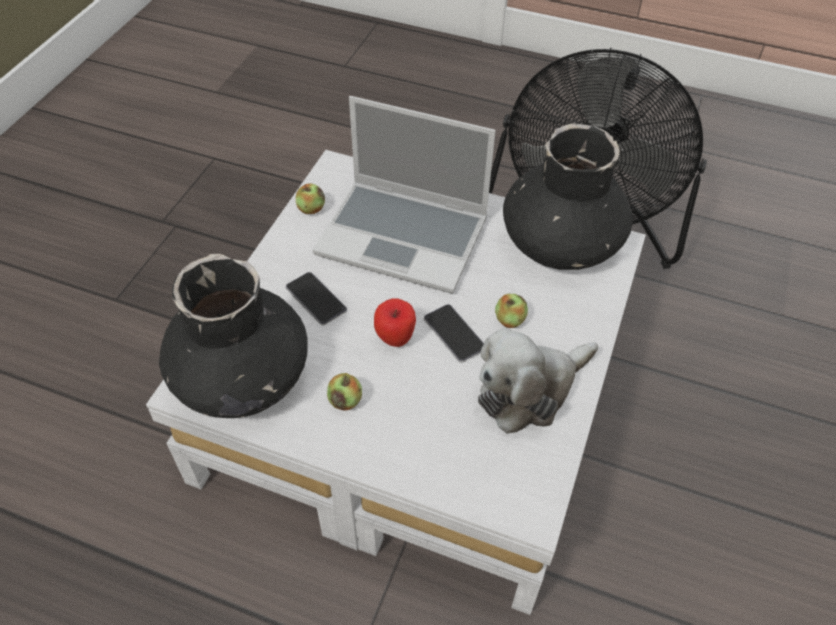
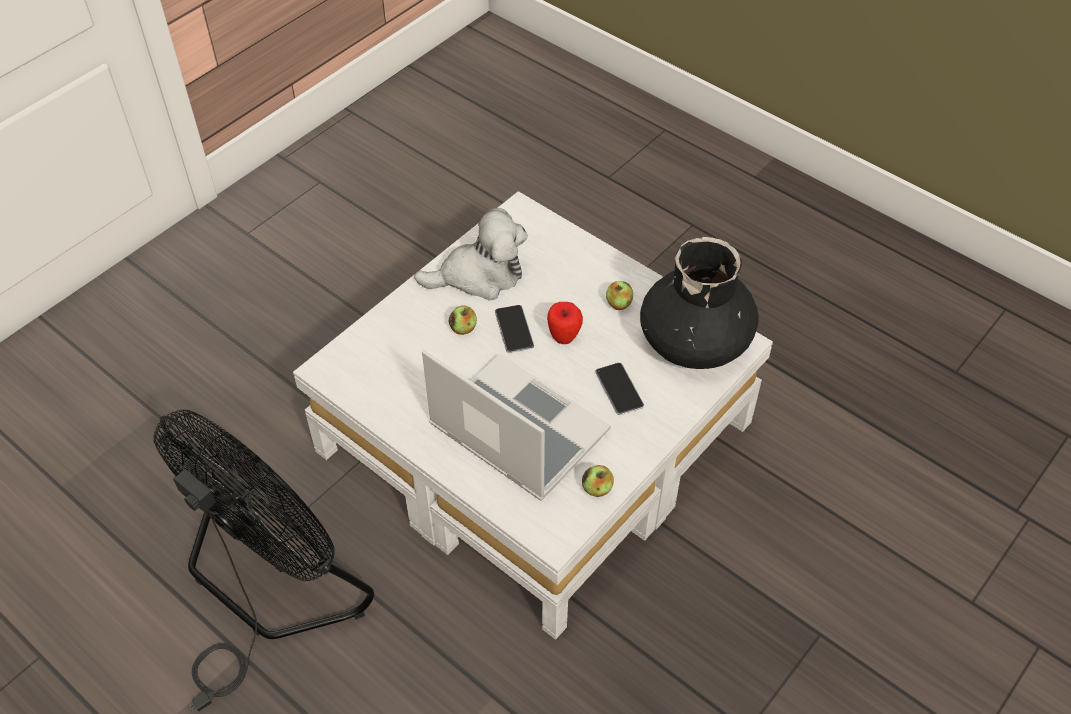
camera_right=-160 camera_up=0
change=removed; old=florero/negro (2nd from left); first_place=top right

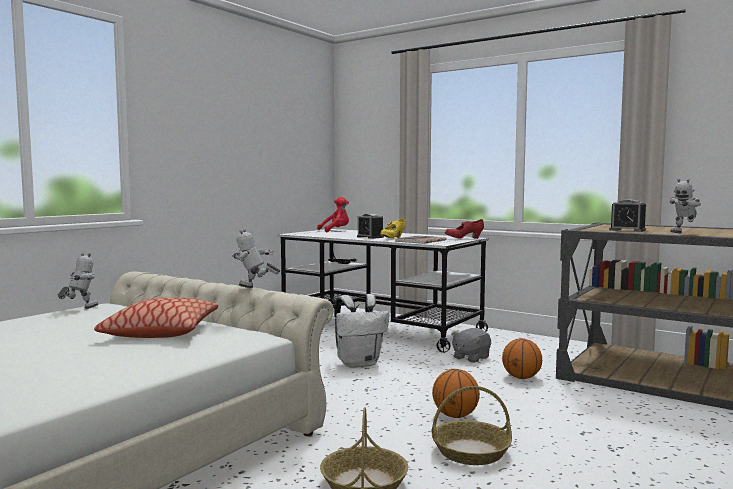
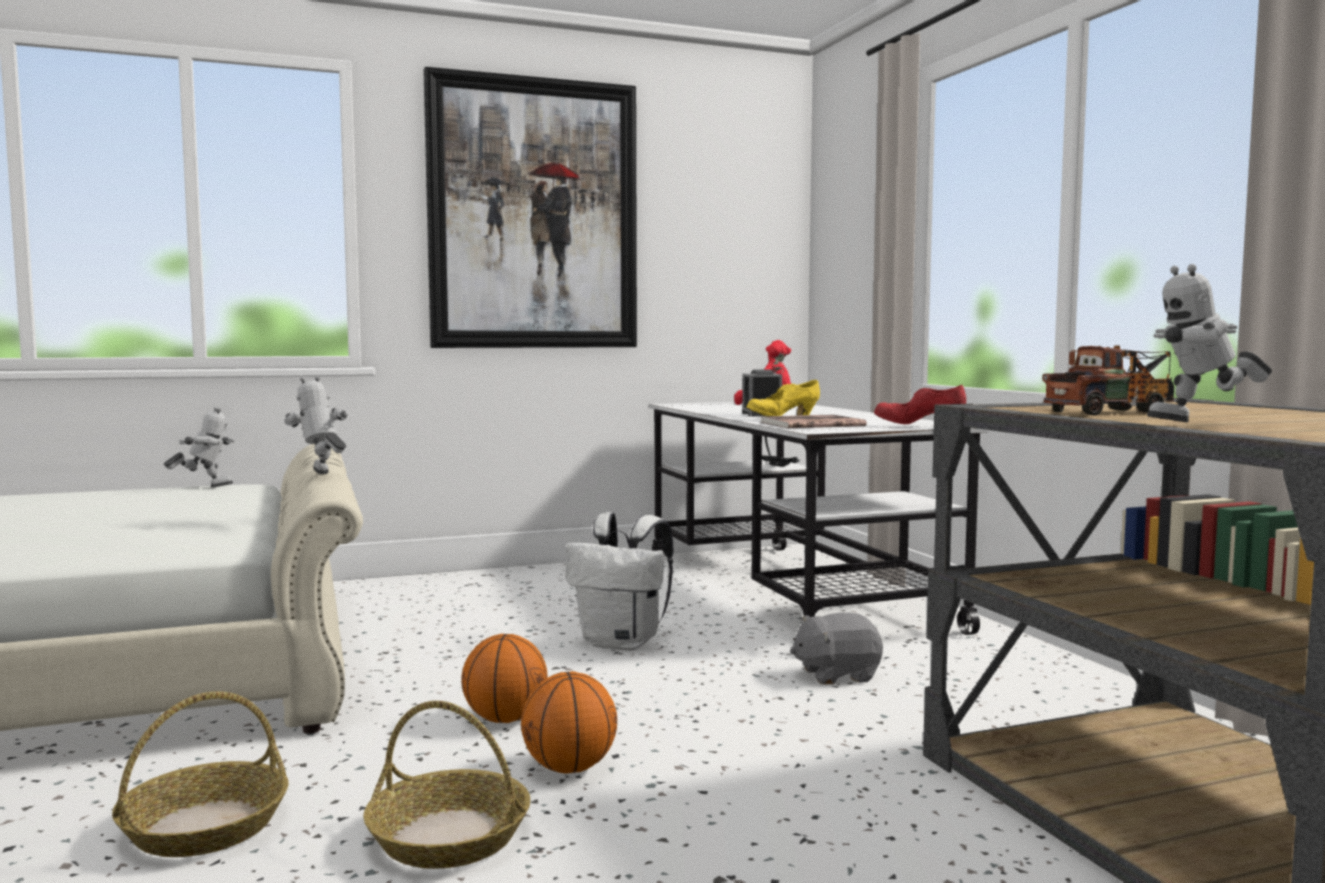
camera_right=35 camera_up=0
change=removed; old=cojín; first_place=middle left
change=added; new=cuadro; second_place=top centre
change=moved; old=balón de baloncesto (2nd from left in the first image); new=balón de baloncesto (1st from left); first_place=bottom right; second_place=bottom centre
change=replaced; old=despertador (2nd from left); new=camión de juguete; first_place=middle right; second_place=middle right

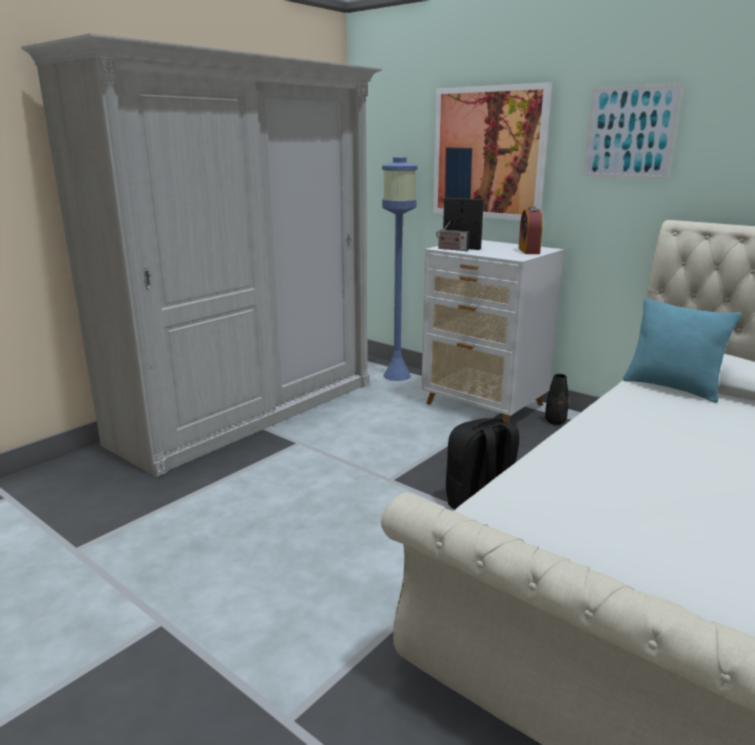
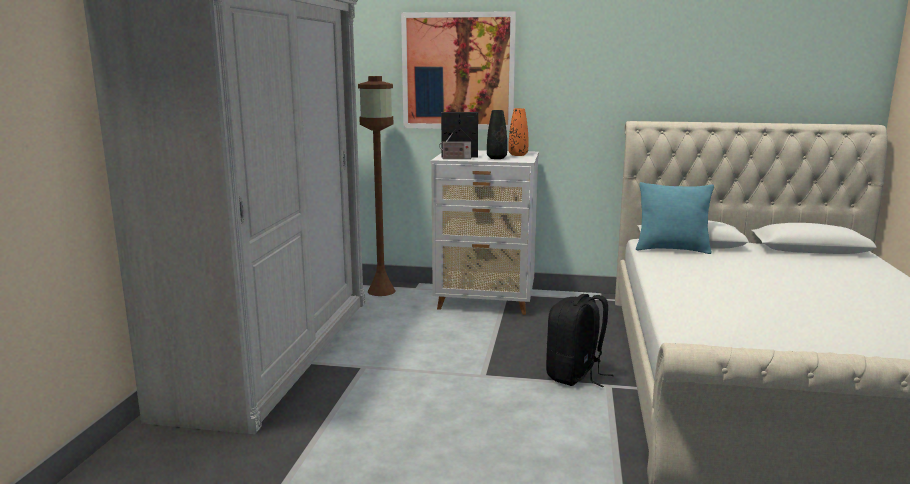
camera_right=-30 camera_up=-5
change=removed; old=cuadro (2nd from left); first_place=top right
change=moved; old=florero/negro; first_place=middle right; second_place=top centre
change=replaced; old=despertador; new=florero/naranja; first_place=top right; second_place=top centre
change=recoloured; old=lámpara de pie/azul; new=lámpara de pie/marrón; first_place=centre; second_place=centre

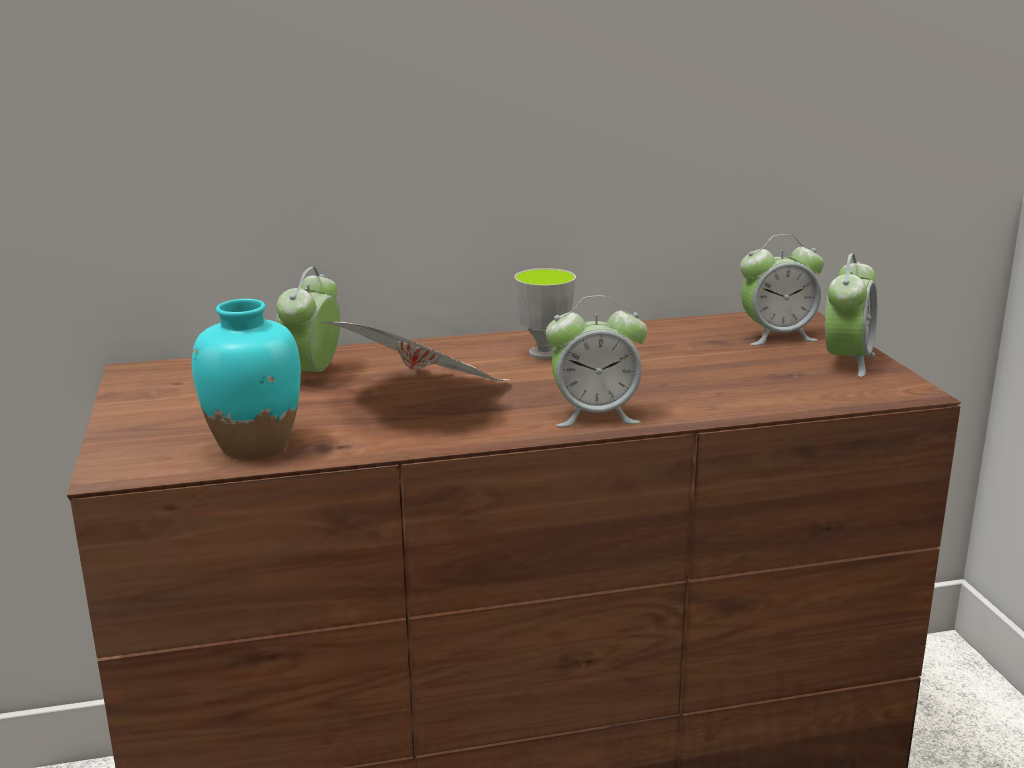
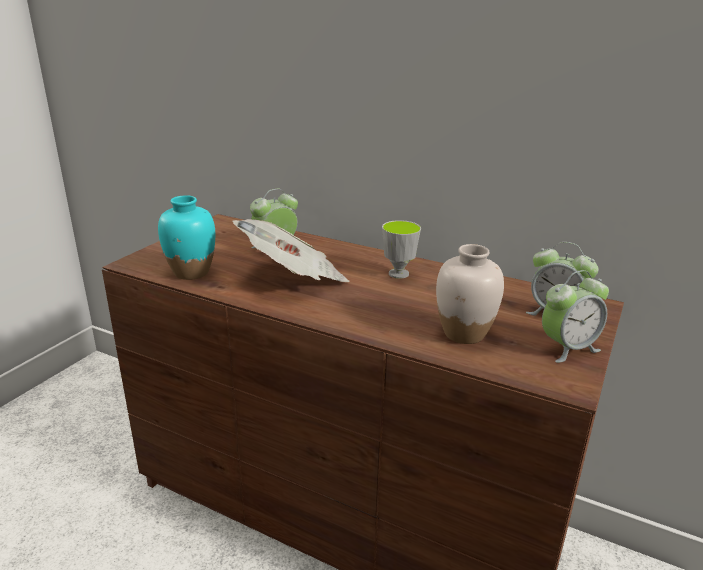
camera_right=40 camera_up=5
change=removed; old=despertador (2nd from left); first_place=centre
change=added; new=florero/blanco; second_place=middle right

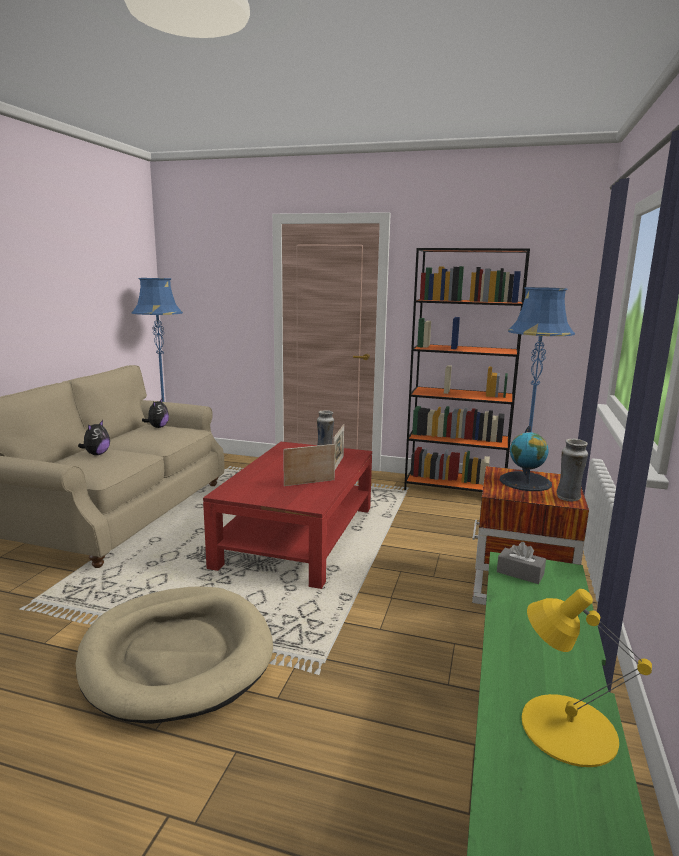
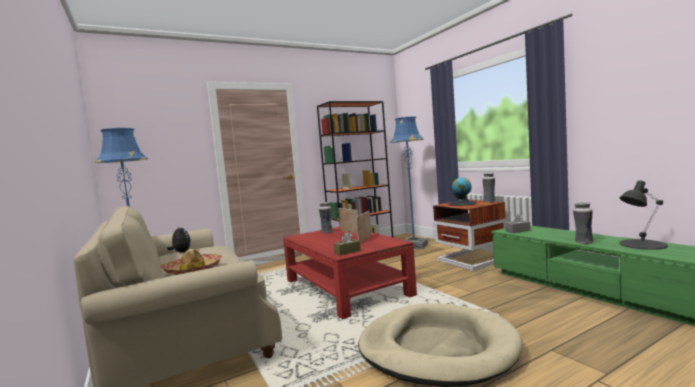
camera_right=-45 camera_up=-10
change=added; new=caja de pañuelos/marrón; second_place=centre
change=added; new=florero (3rd from left); second_place=middle right
change=replaced; old=peluche (1st from left); new=sombrero; first_place=middle left; second_place=bottom left
change=recoloured; old=lámpara de mesa/amarillo; new=lámpara de mesa/negro; first_place=bottom right; second_place=middle right

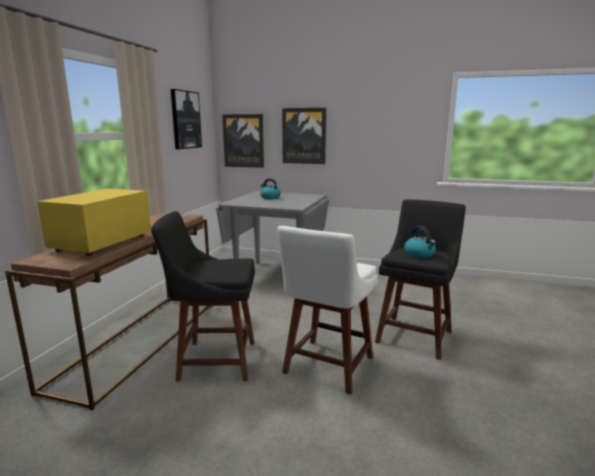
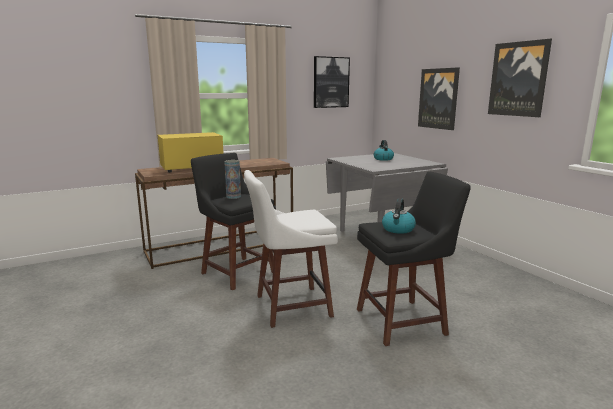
camera_right=45 camera_up=0
change=added; new=florero; second_place=centre
change=moved; old=cuadro (2nd from left in the first image); new=cuadro (3rd from left); first_place=top centre; second_place=top right

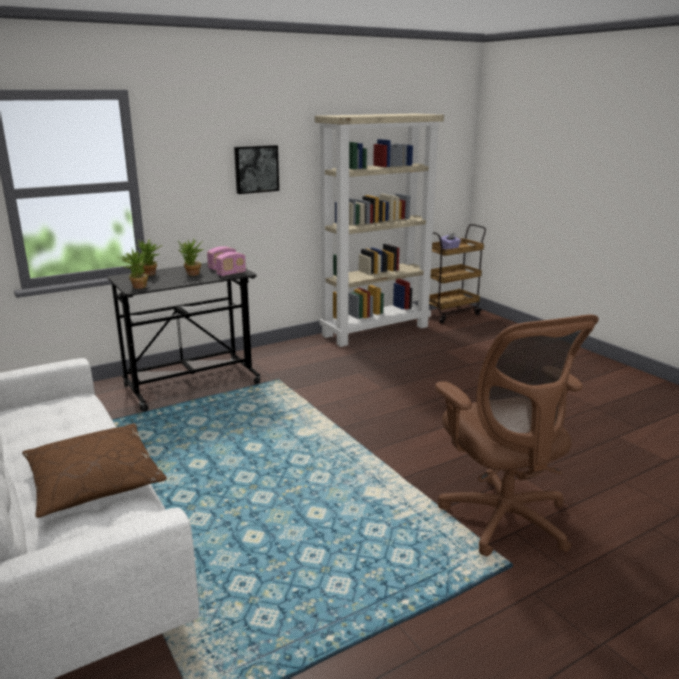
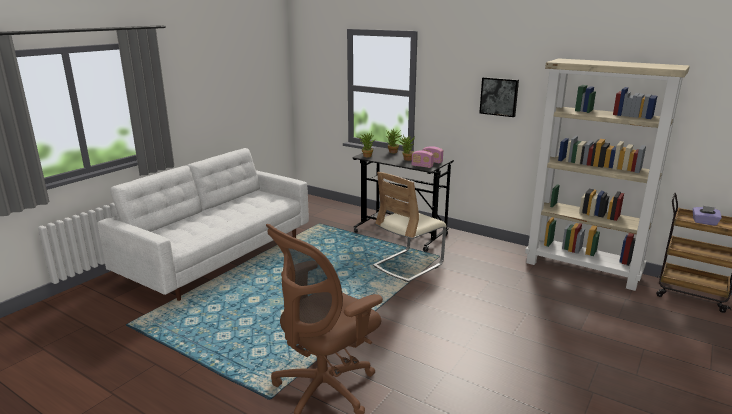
camera_right=65 camera_up=0
change=removed; old=cojín/marrón; first_place=bottom left
change=added; new=silla/beis; second_place=centre

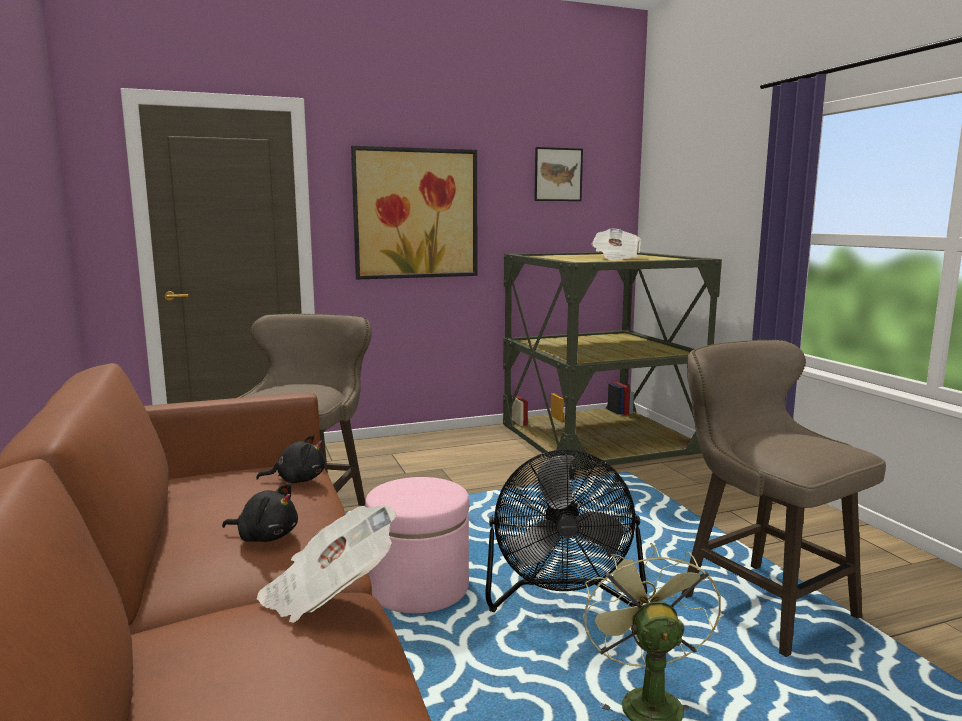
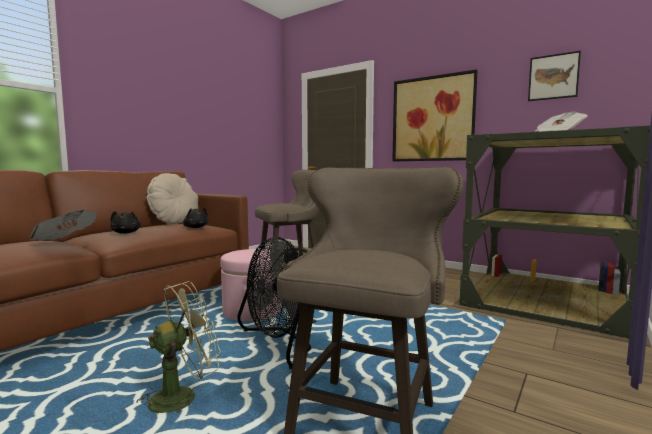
camera_right=55 camera_up=-5
change=added; new=cojín/beis; second_place=middle left

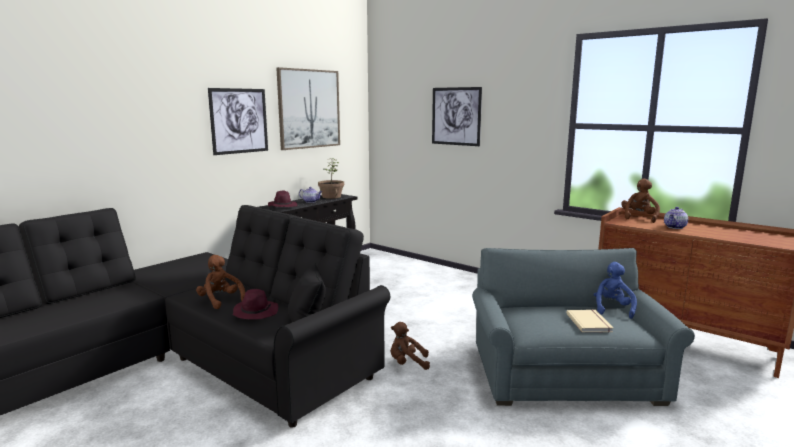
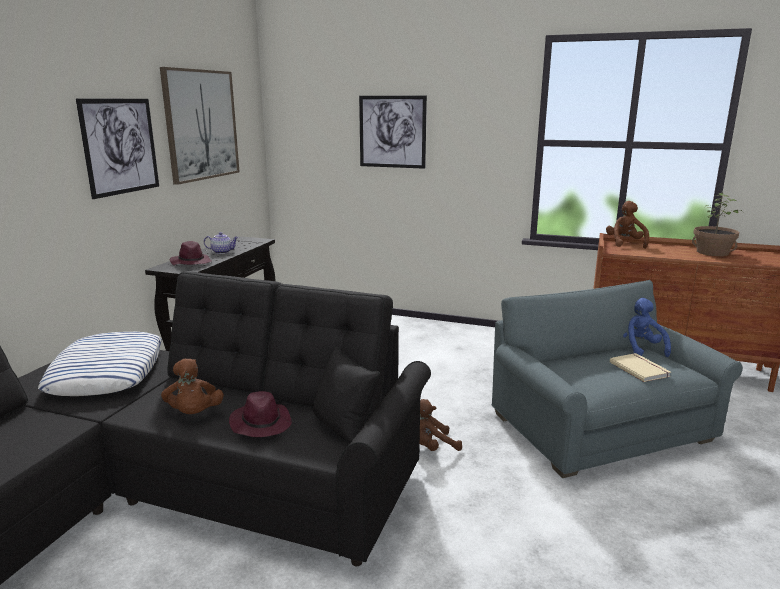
camera_right=-20 camera_up=5
change=removed; old=tetera (2nd from left); first_place=middle right
change=added; new=cojín; second_place=middle left
change=moved; old=planta en maceta; first_place=centre; second_place=middle right
change=turned; old=peluche/marrón (1st from left); first_place=middle left; second_place=middle left; degrees=-135

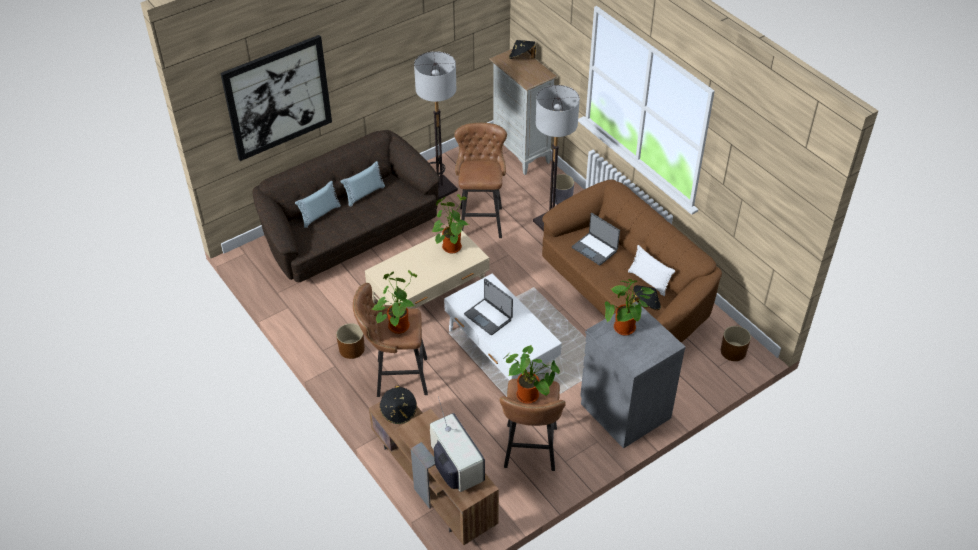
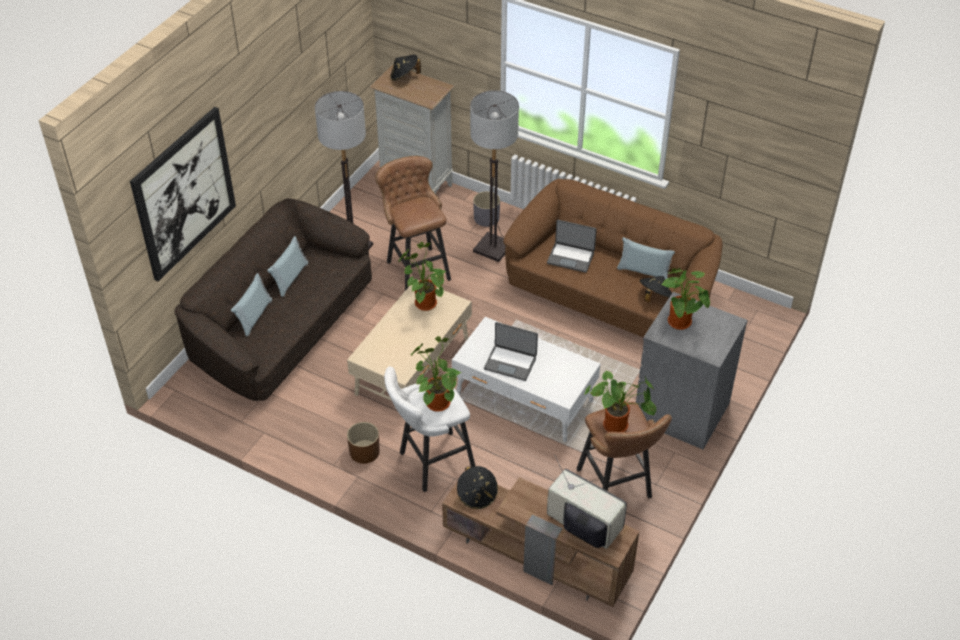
camera_right=-25 camera_up=0
change=removed; old=maceta/marrón (2nd from left); first_place=middle right
change=recoloured; old=taburete/marrón (1st from left); new=taburete/blanco; first_place=centre; second_place=bottom centre
change=recoloured; old=cojín/blanco; new=cojín/azul (3rd from left); first_place=centre; second_place=middle right

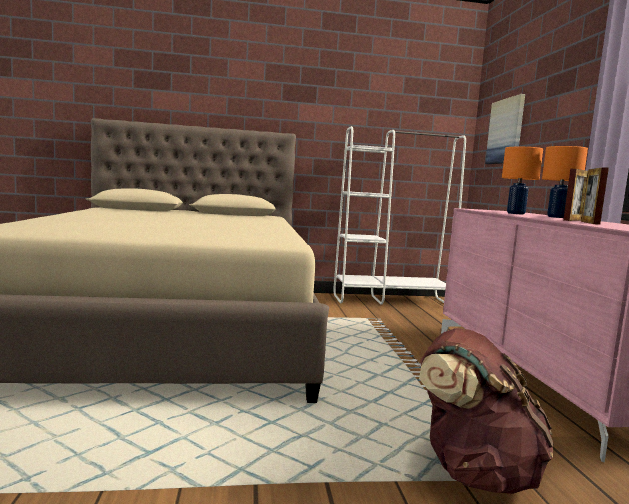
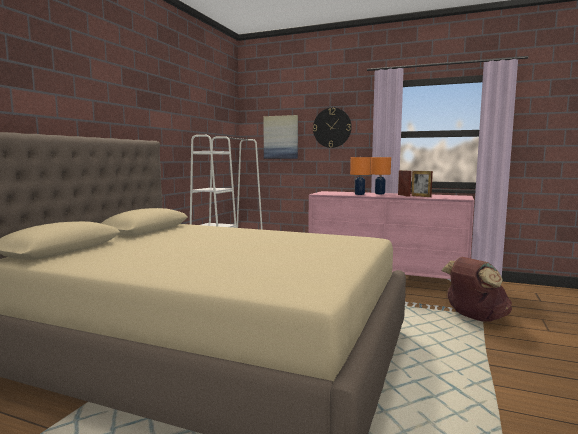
camera_right=-60 camera_up=0
change=added; new=reloj de pared; second_place=top centre

